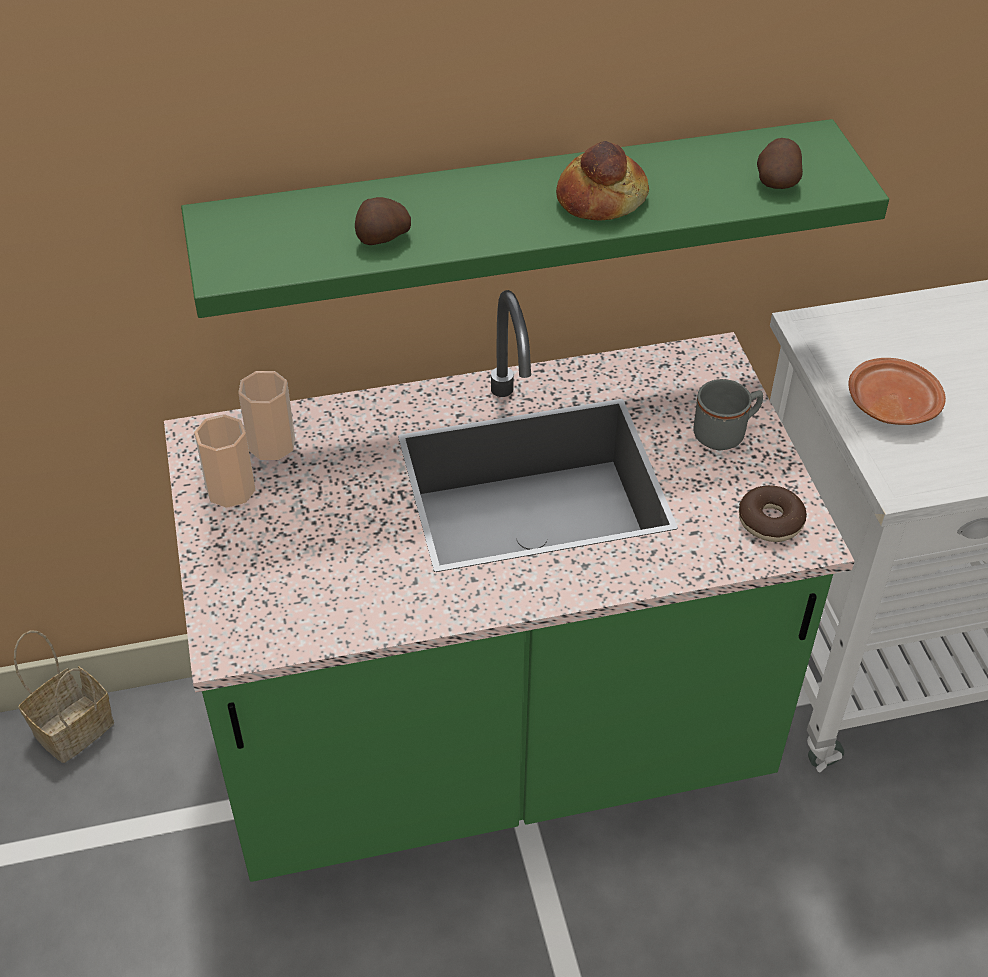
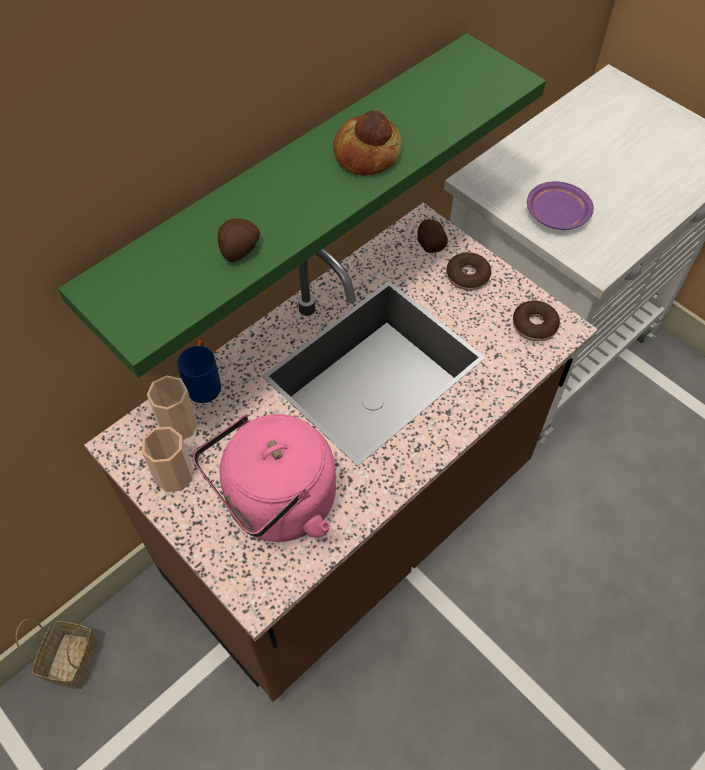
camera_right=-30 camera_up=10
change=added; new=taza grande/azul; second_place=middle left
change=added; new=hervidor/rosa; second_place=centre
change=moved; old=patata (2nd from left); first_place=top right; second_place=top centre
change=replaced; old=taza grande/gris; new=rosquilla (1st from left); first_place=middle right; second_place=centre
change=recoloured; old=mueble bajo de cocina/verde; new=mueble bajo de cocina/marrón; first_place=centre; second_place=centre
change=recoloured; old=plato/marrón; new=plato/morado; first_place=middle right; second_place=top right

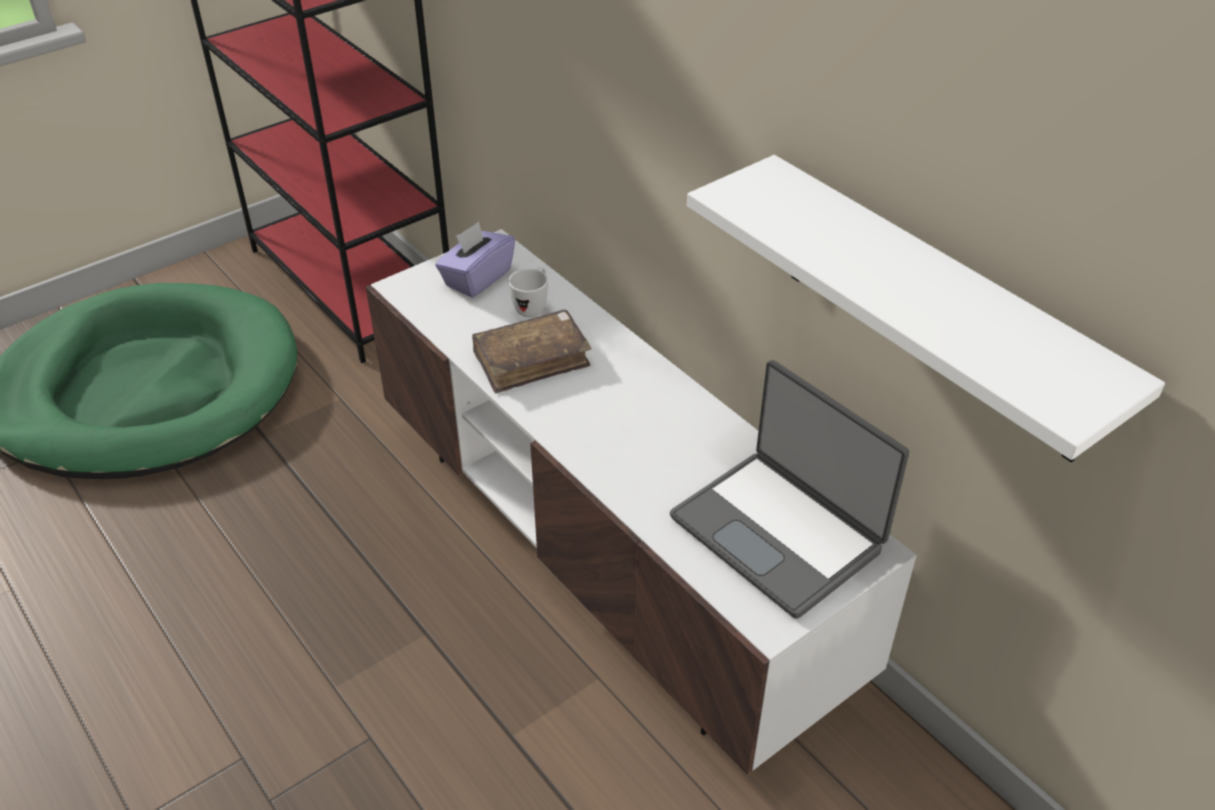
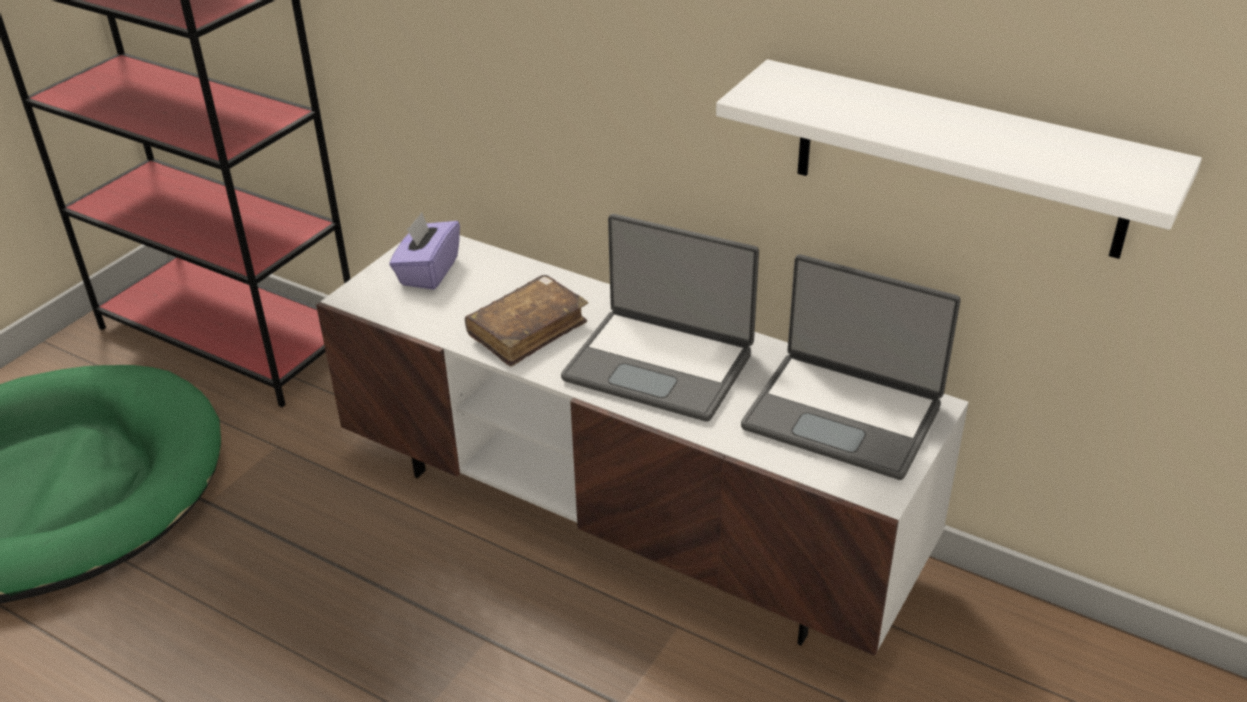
camera_right=-20 camera_up=-5
change=removed; old=taza grande/blanco; first_place=centre
change=added; new=portátil (1st from left); second_place=centre

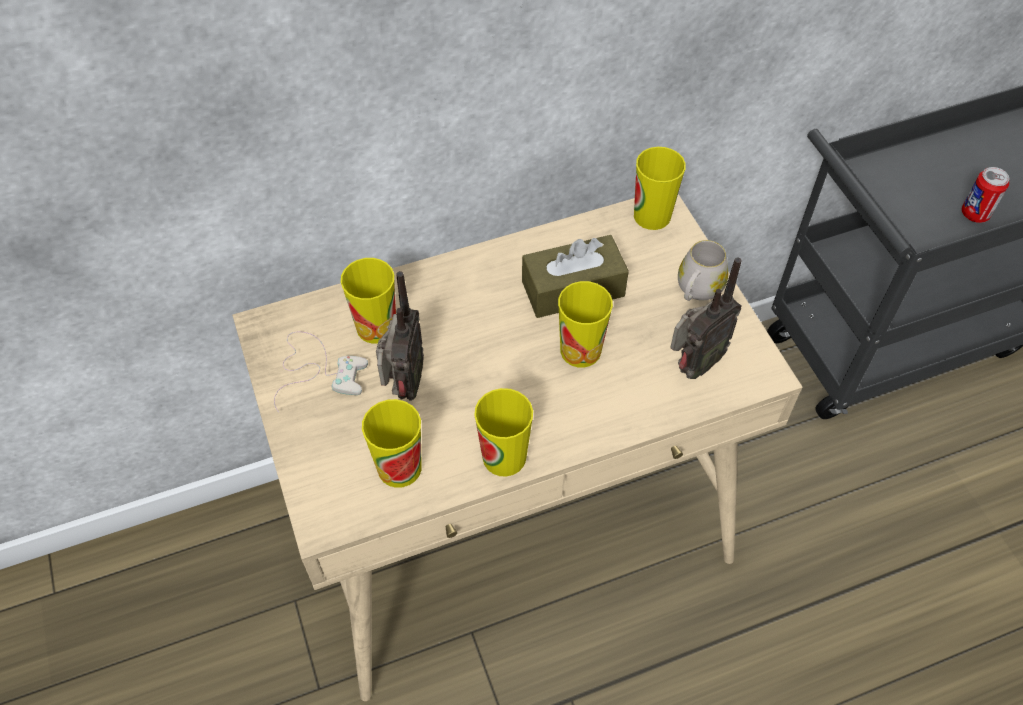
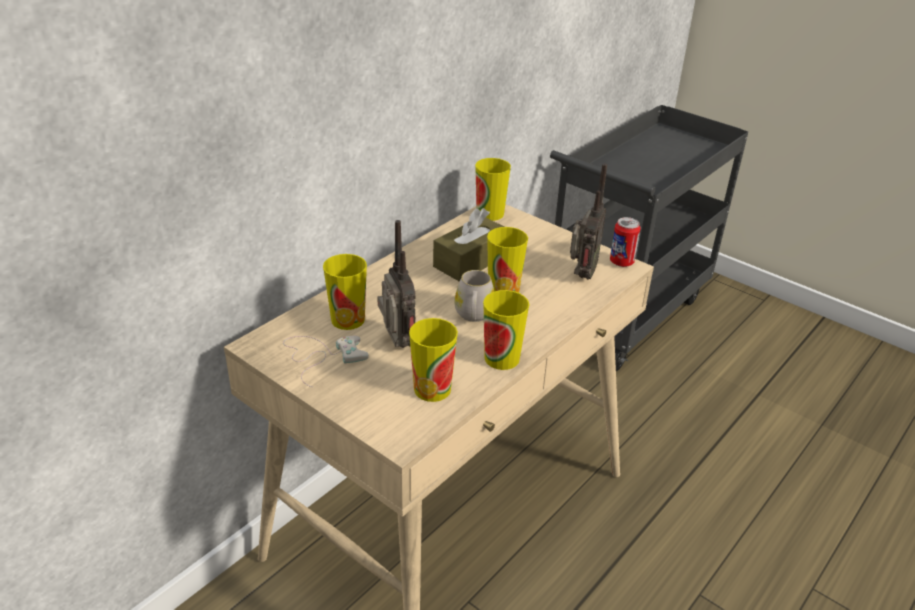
camera_right=-30 camera_up=-20
change=moved; old=taza grande/blanco; first_place=middle right; second_place=centre
change=moved; old=lata; first_place=top right; second_place=middle right

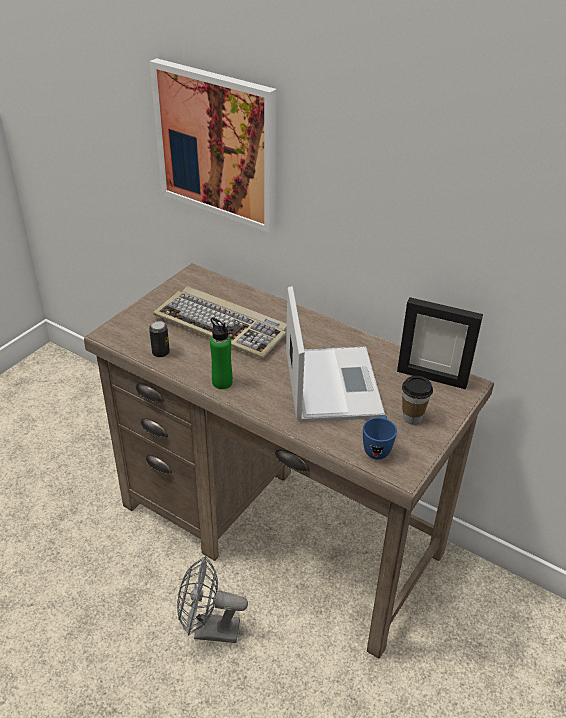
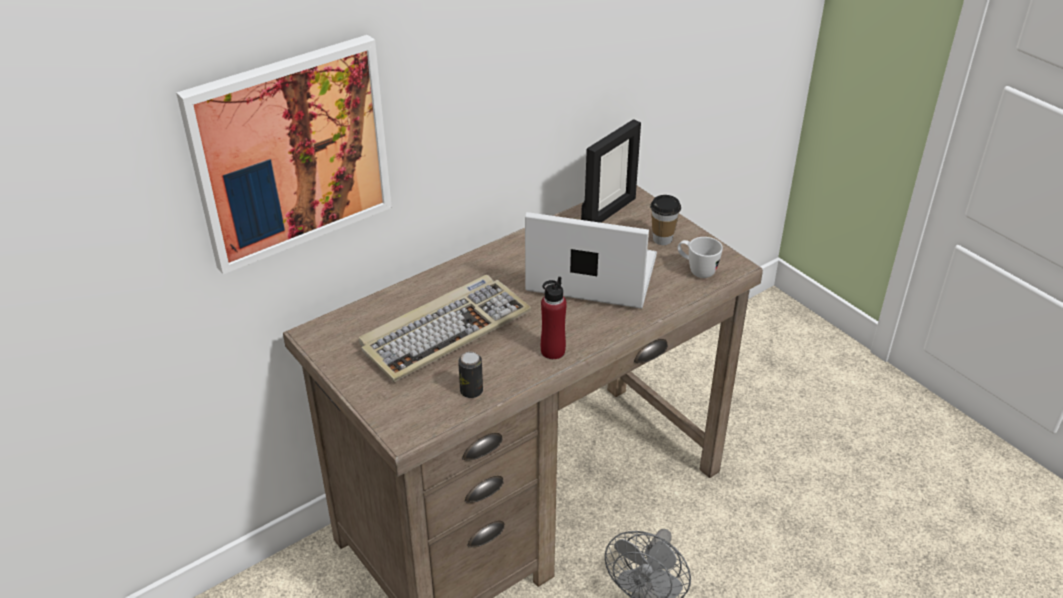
camera_right=-70 camera_up=0
change=recoloured; old=botella/verde; new=botella/rojo; first_place=centre; second_place=centre
change=recoloured; old=taza grande/azul; new=taza grande/blanco; first_place=middle right; second_place=centre

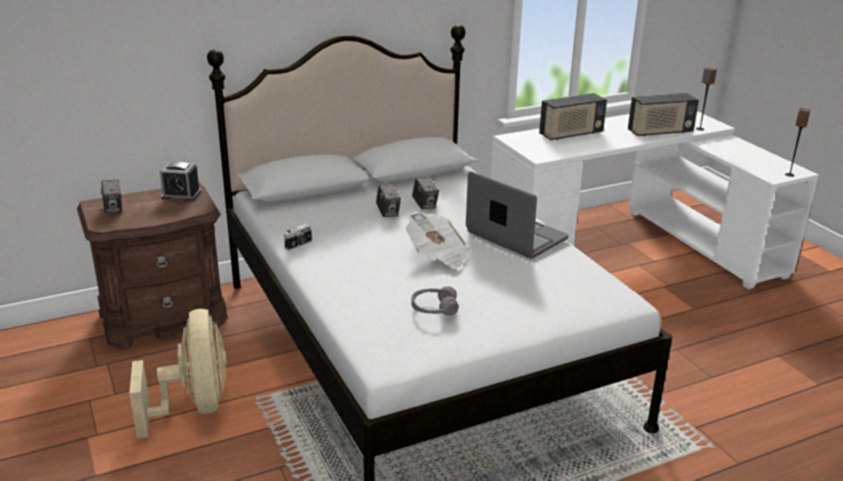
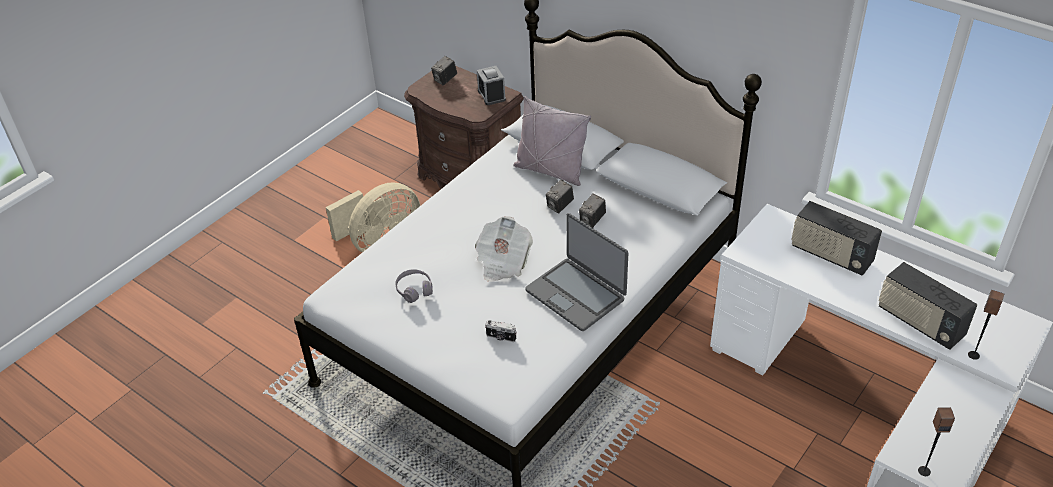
camera_right=65 camera_up=15
change=added; new=cojín/morado; second_place=top centre
change=moved; old=cámara (2nd from left); first_place=centre; second_place=bottom centre
change=turned; old=portátil; first_place=centre; second_place=centre; degrees=120

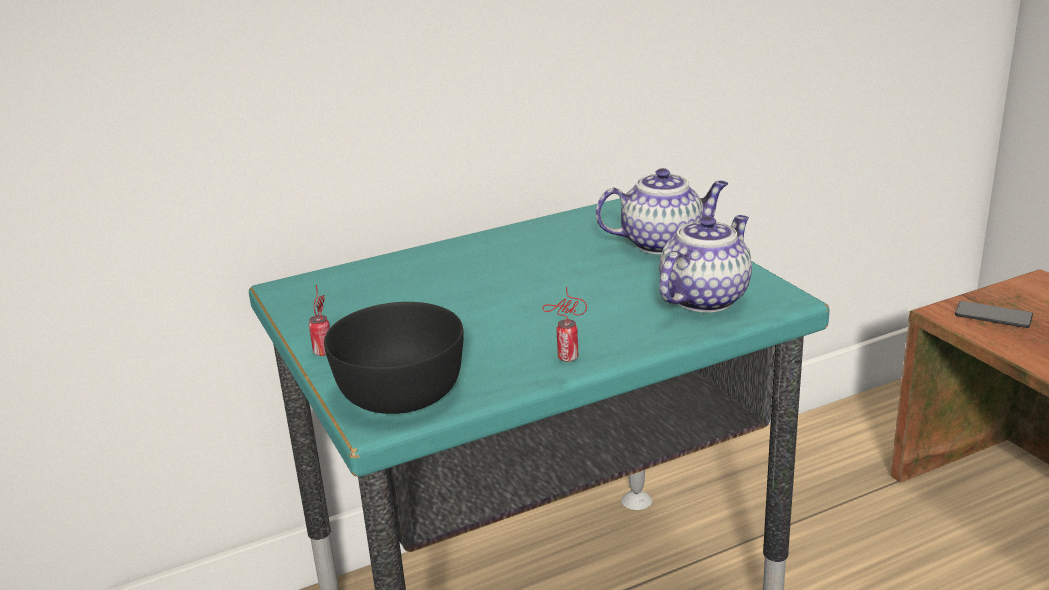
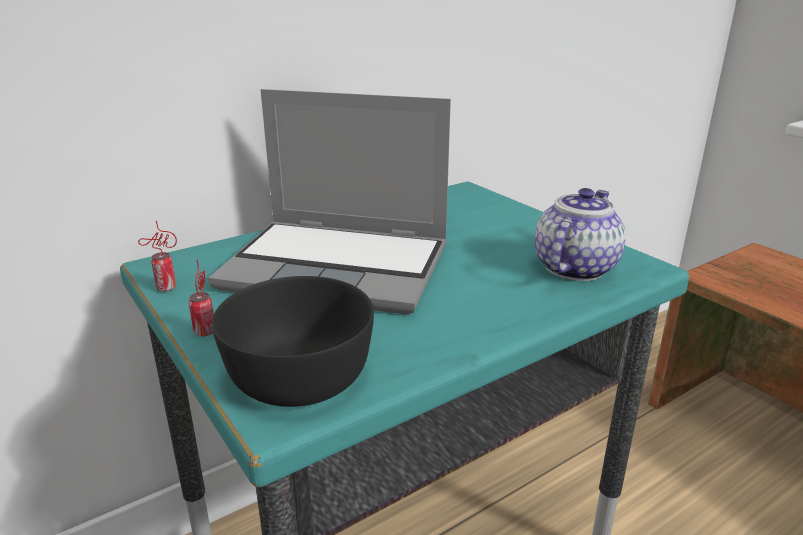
camera_right=-10 camera_up=0
change=removed; old=tetera (1st from left); first_place=centre
change=removed; old=móvil; first_place=middle right
change=added; new=portátil; second_place=centre
change=moved; old=lata (2nd from left in the first image); new=lata (1st from left); first_place=centre; second_place=middle left

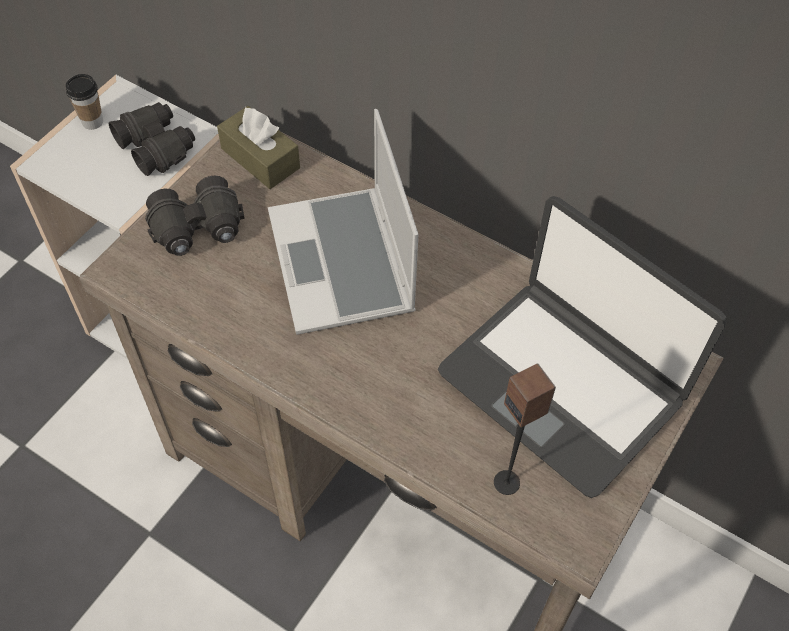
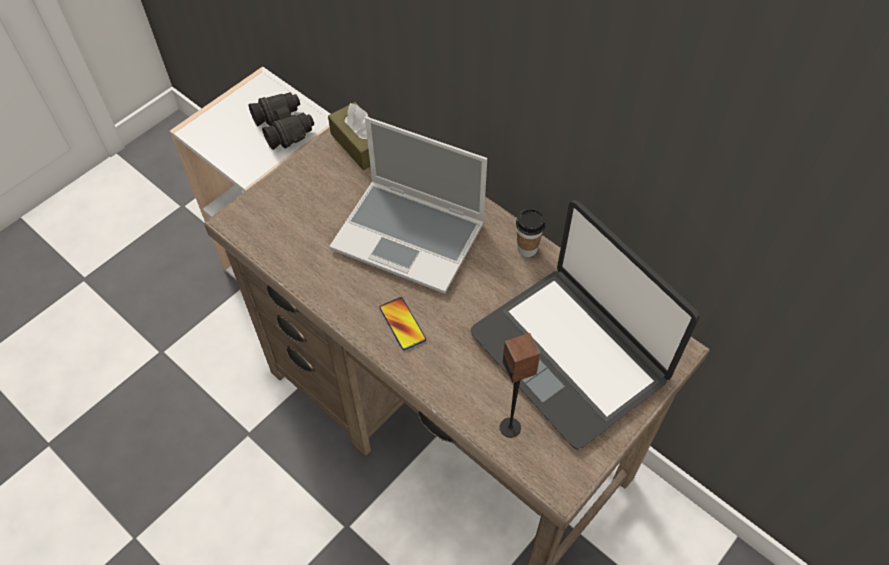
camera_right=10 camera_up=0
change=removed; old=prismáticos/negro (2nd from left); first_place=middle left
change=added; new=móvil; second_place=centre
change=moved; old=taza; first_place=top left; second_place=centre
change=turned; old=portátil (1st from left); first_place=centre; second_place=centre; degrees=-60

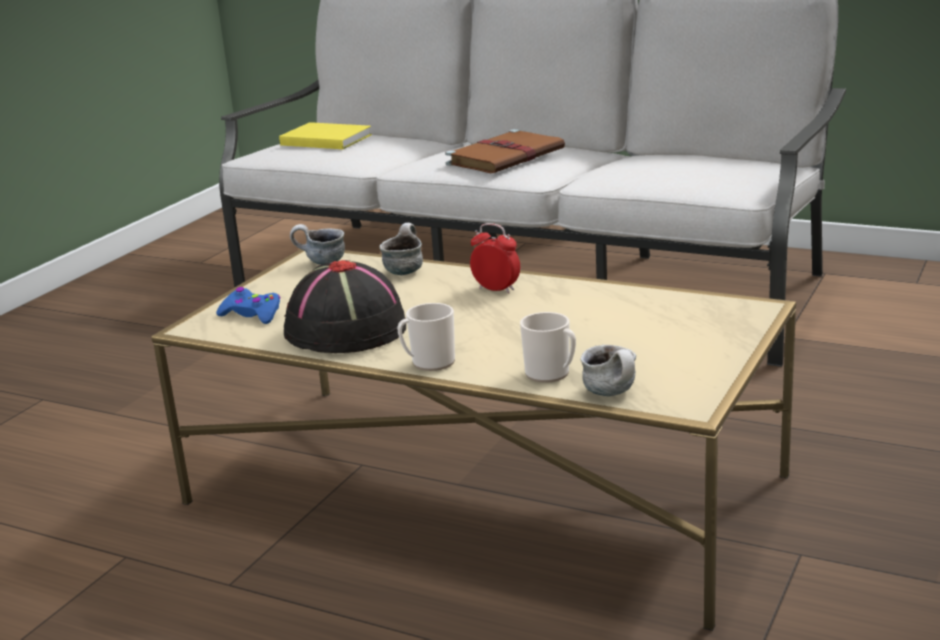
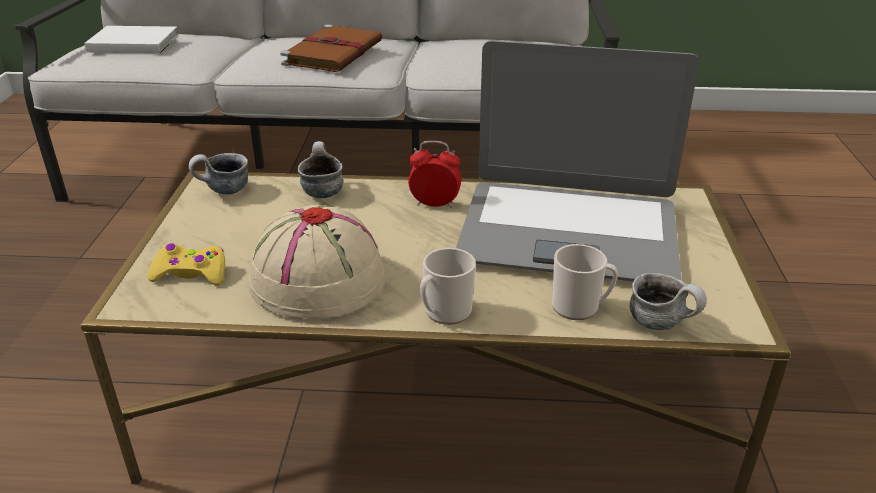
camera_right=-25 camera_up=10
change=added; new=portátil; second_place=top centre
change=recoloured; old=mando de consola/azul; new=mando de consola/amarillo; first_place=middle left; second_place=middle left
change=recoloured; old=libro/amarillo; new=libro/blanco; first_place=top centre; second_place=top left
change=recoloured; old=sombrero/negro; new=sombrero/beis; first_place=centre; second_place=centre

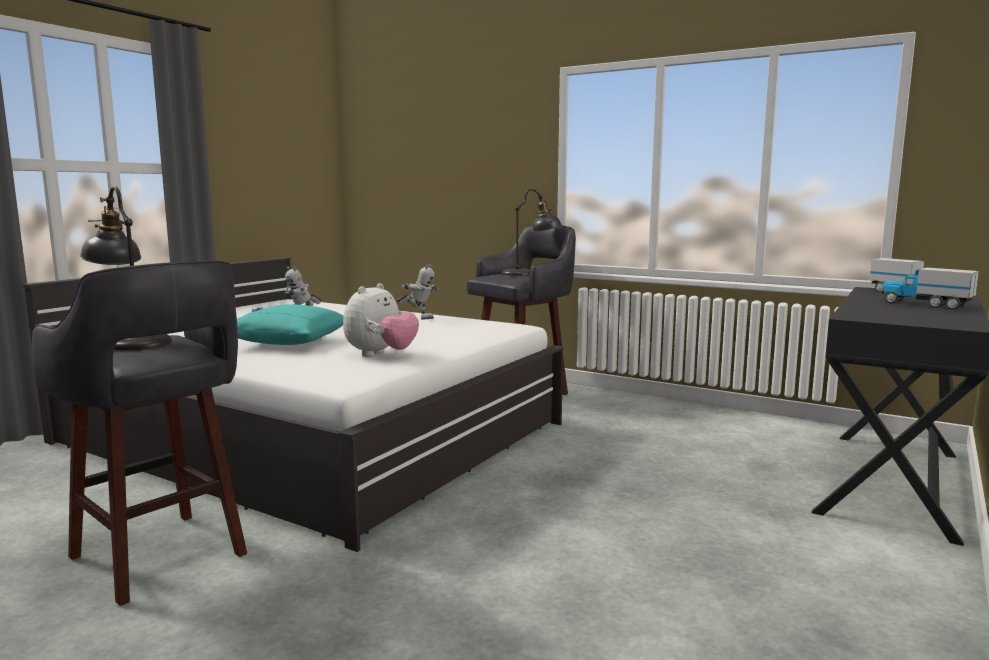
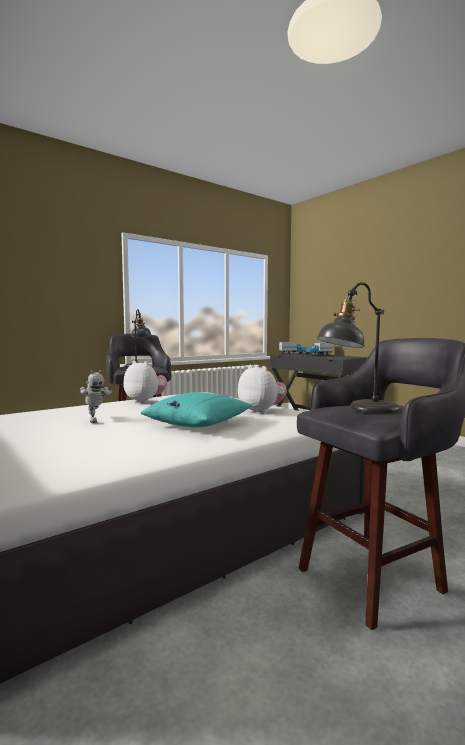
camera_right=-70 camera_up=-5
change=replaced; old=robot de juguete (2nd from left); new=peluche (1st from left); first_place=centre; second_place=middle left

